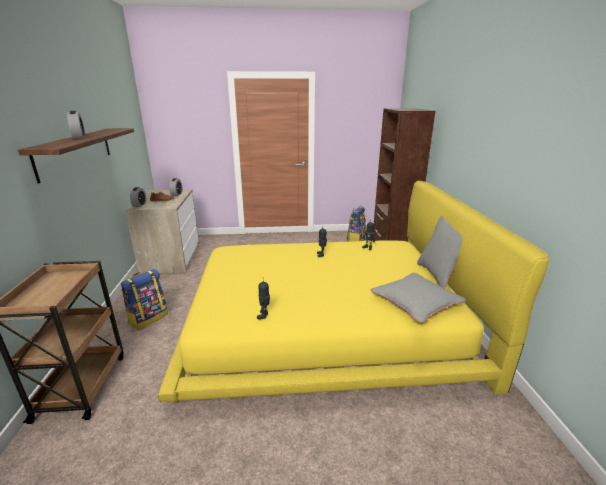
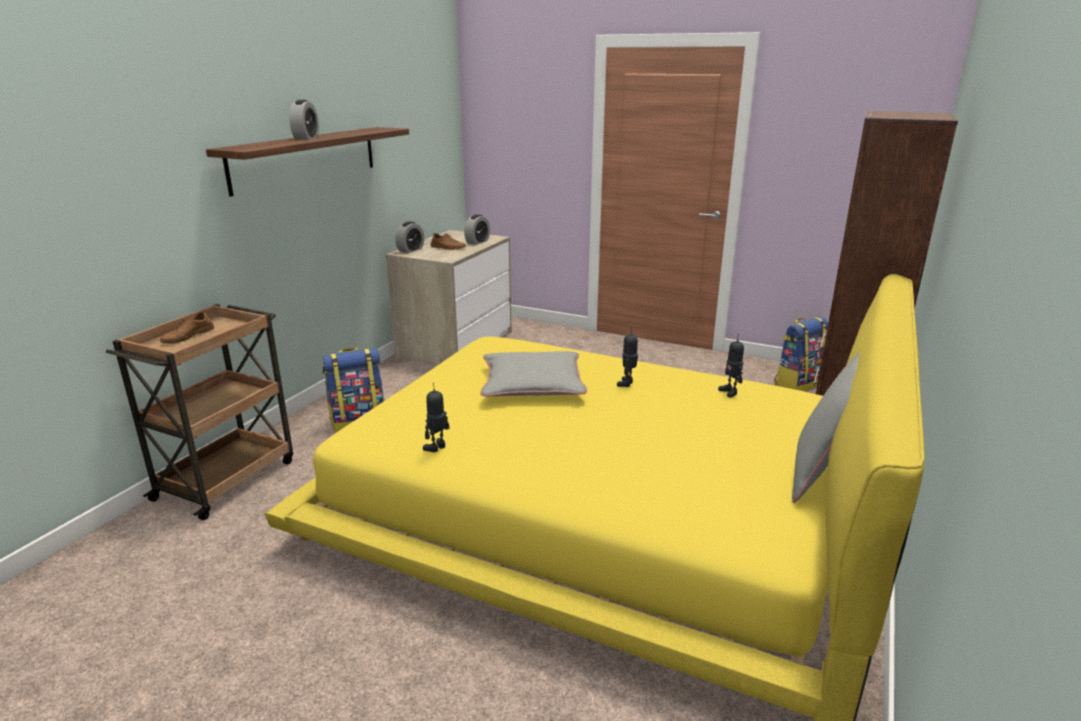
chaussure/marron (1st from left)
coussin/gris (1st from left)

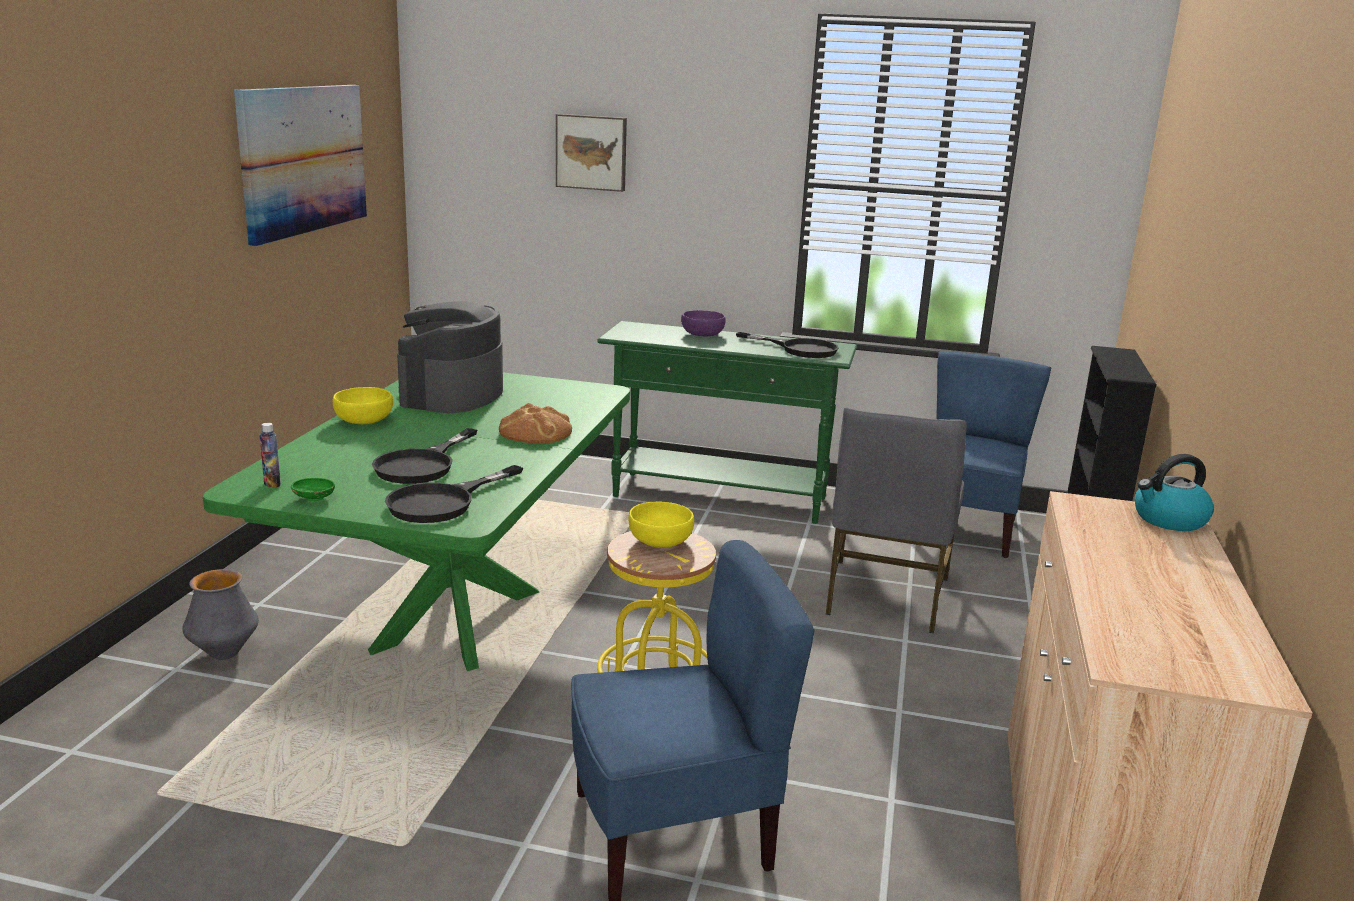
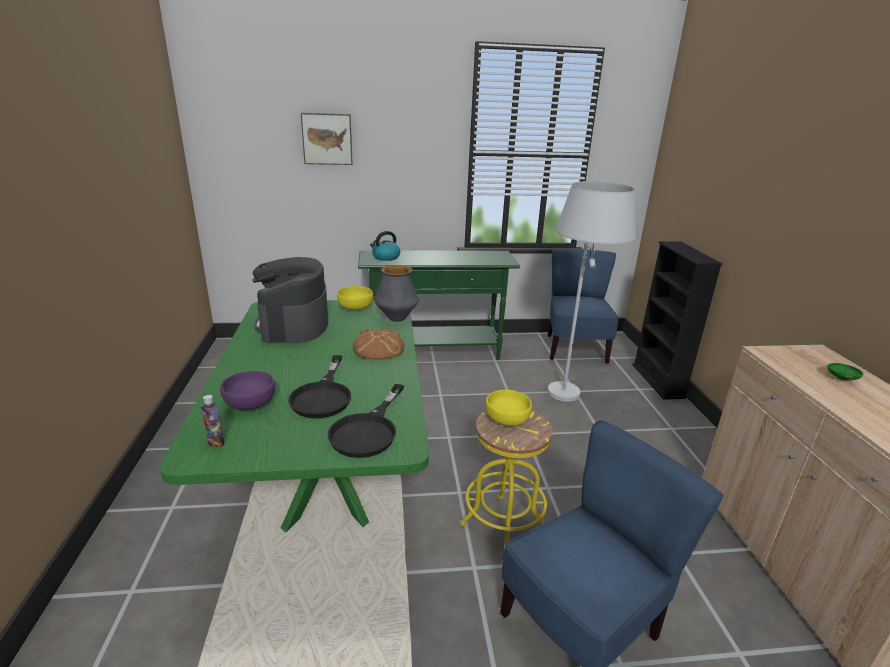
bol/violet
bol/jaune (1st from left)
bouilloire
vase
lampadaire/blanc
bol/vert
tableau (1st from left in the first image)
poêle/noir (3rd from left in the first image)

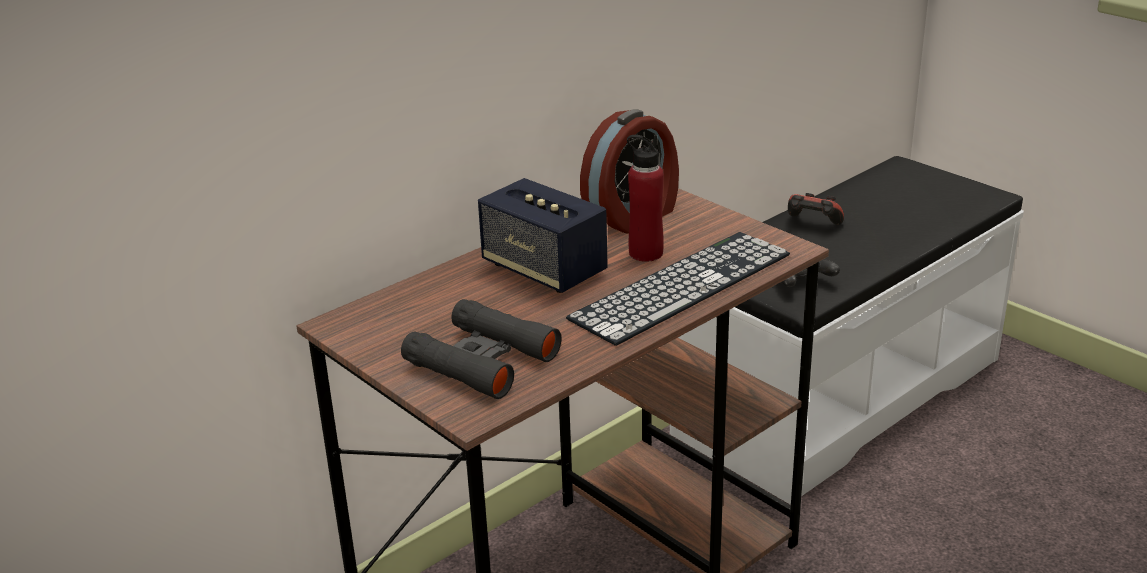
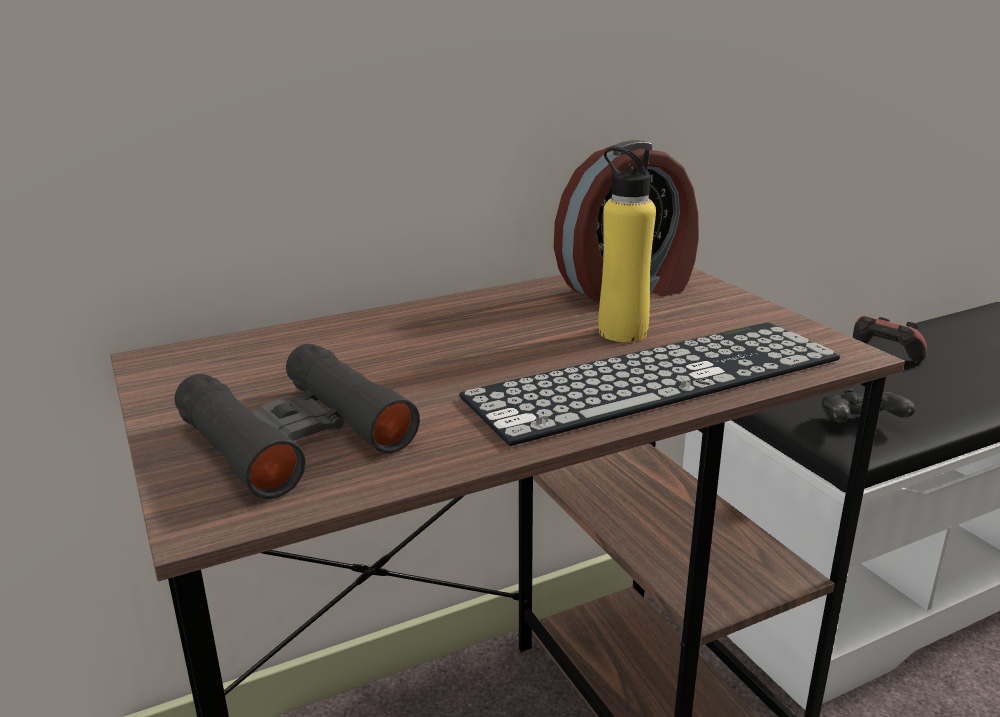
bouteille/jaune
enceinte

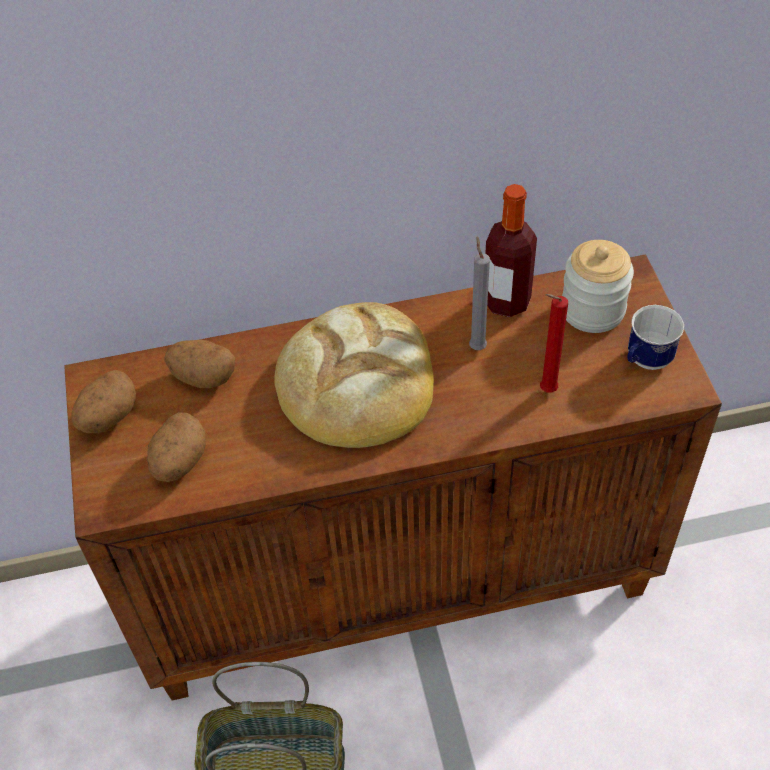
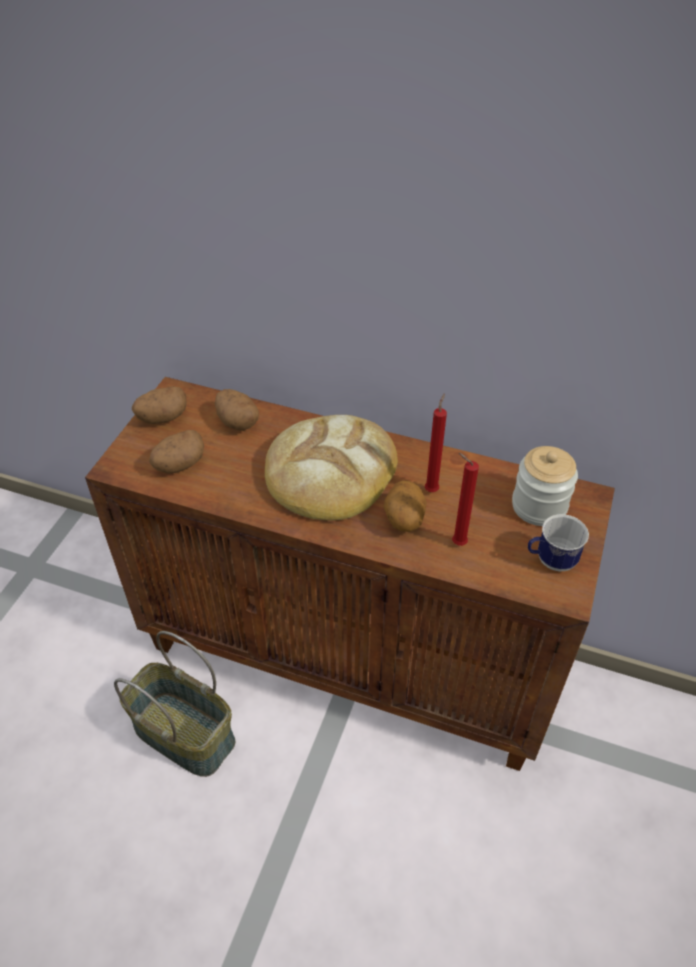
pomme de terre (4th from left)
bougie/rouge (1st from left)
bouteille

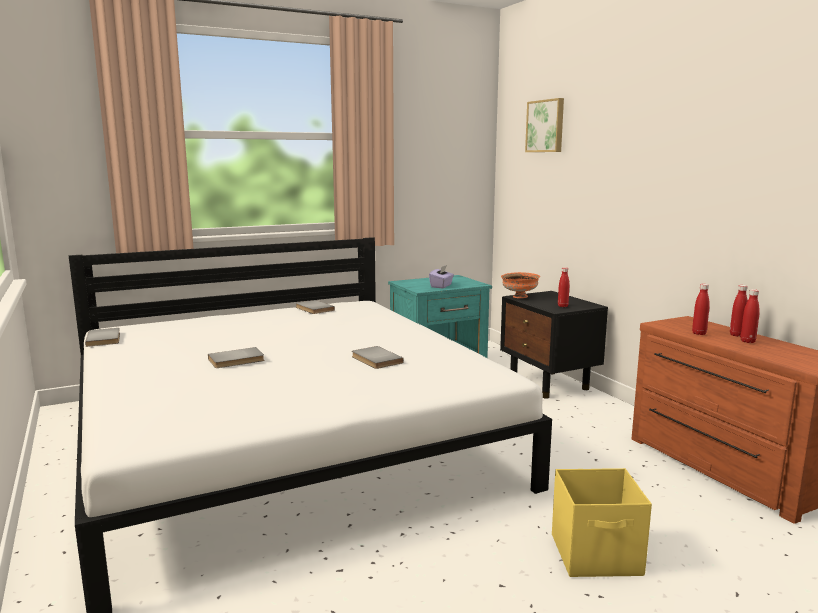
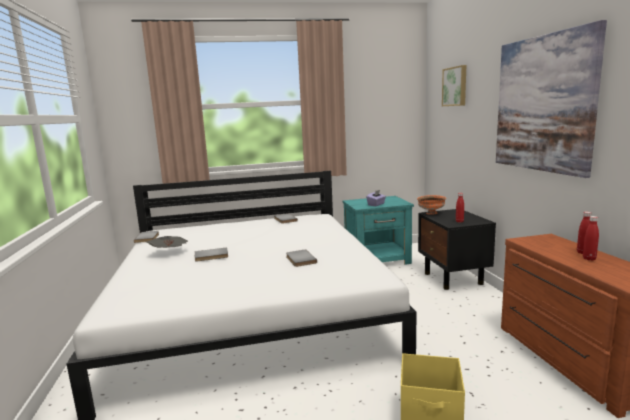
journal
tableau (2nd from left)
bouteille/rouge (2nd from left in the first image)

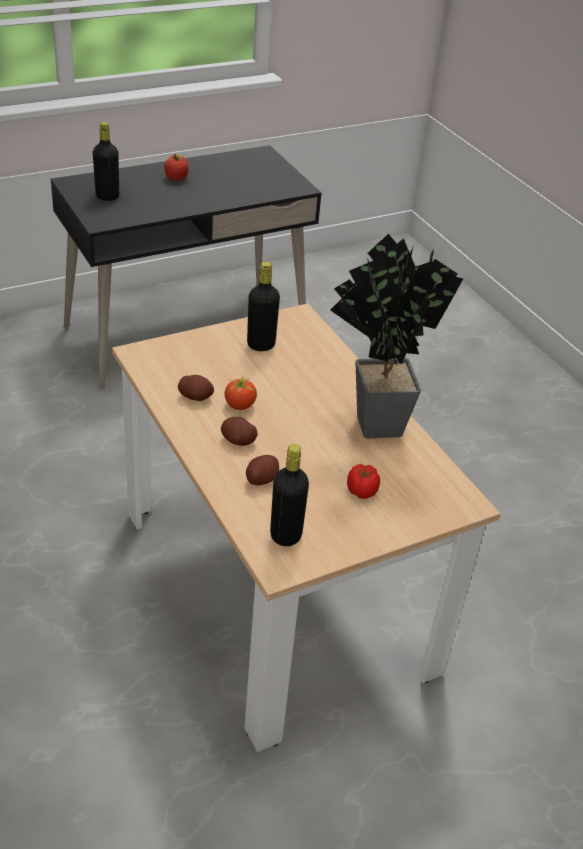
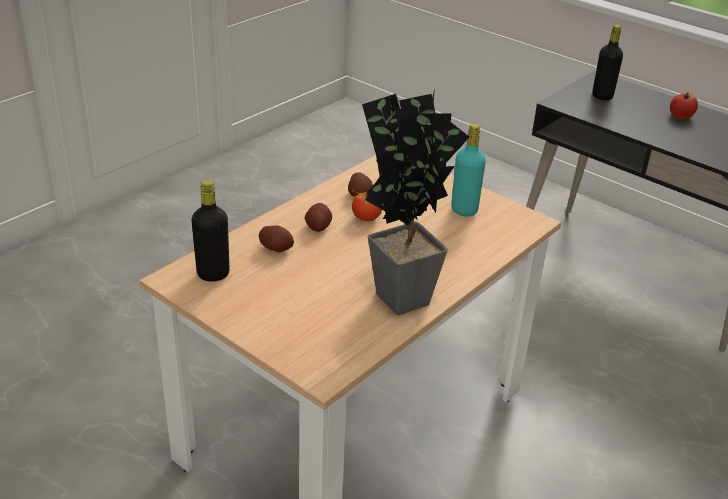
bouteille/turquoise
tomate (2nd from left in the first image)

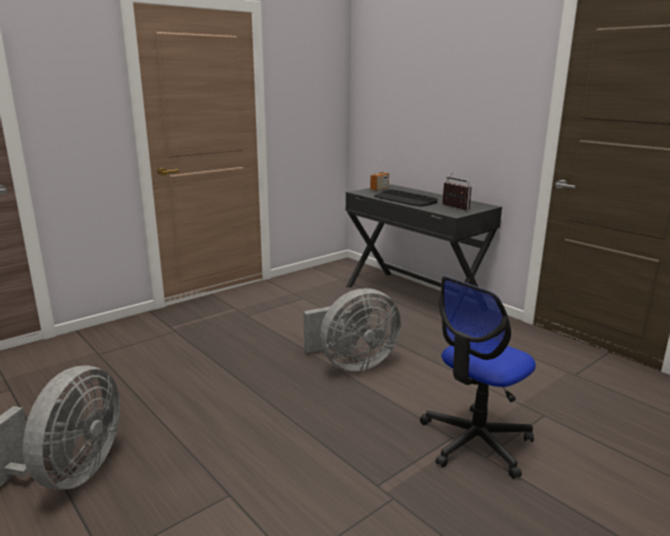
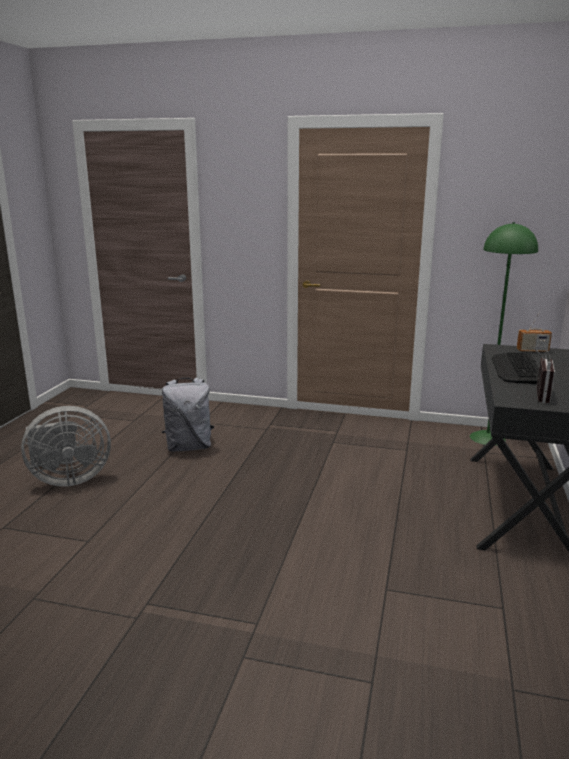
sac à dos/gris
lampadaire/vert
ventilateur/gris (2nd from left in the first image)
chaise de bureau

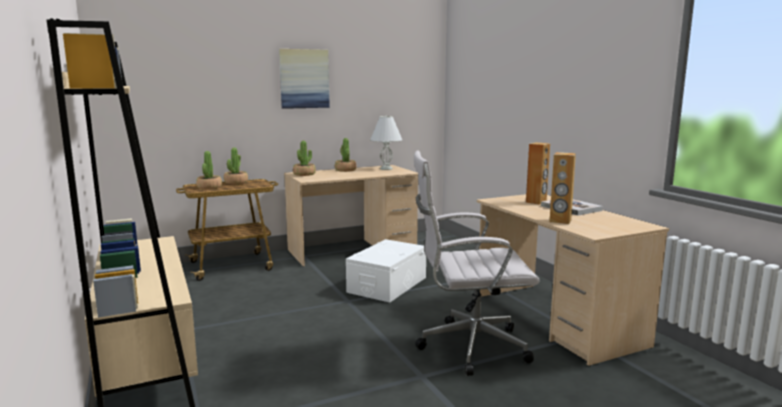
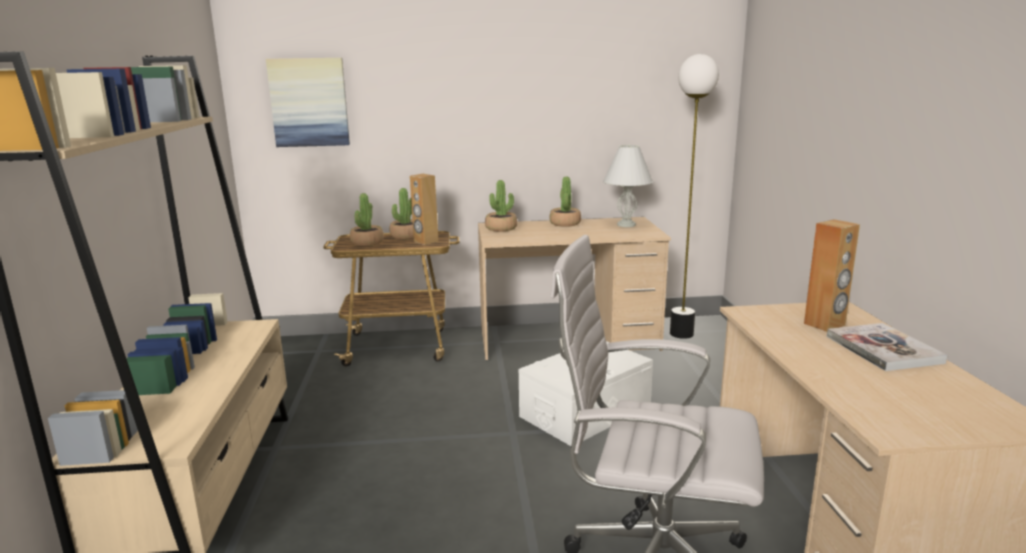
tableau
enceinte/marron (1st from left)
lampadaire

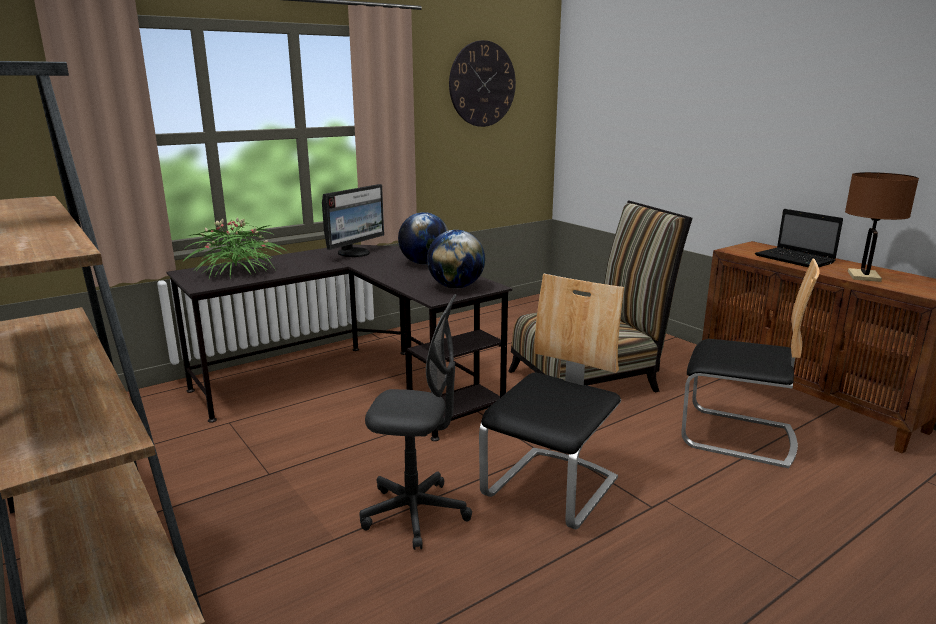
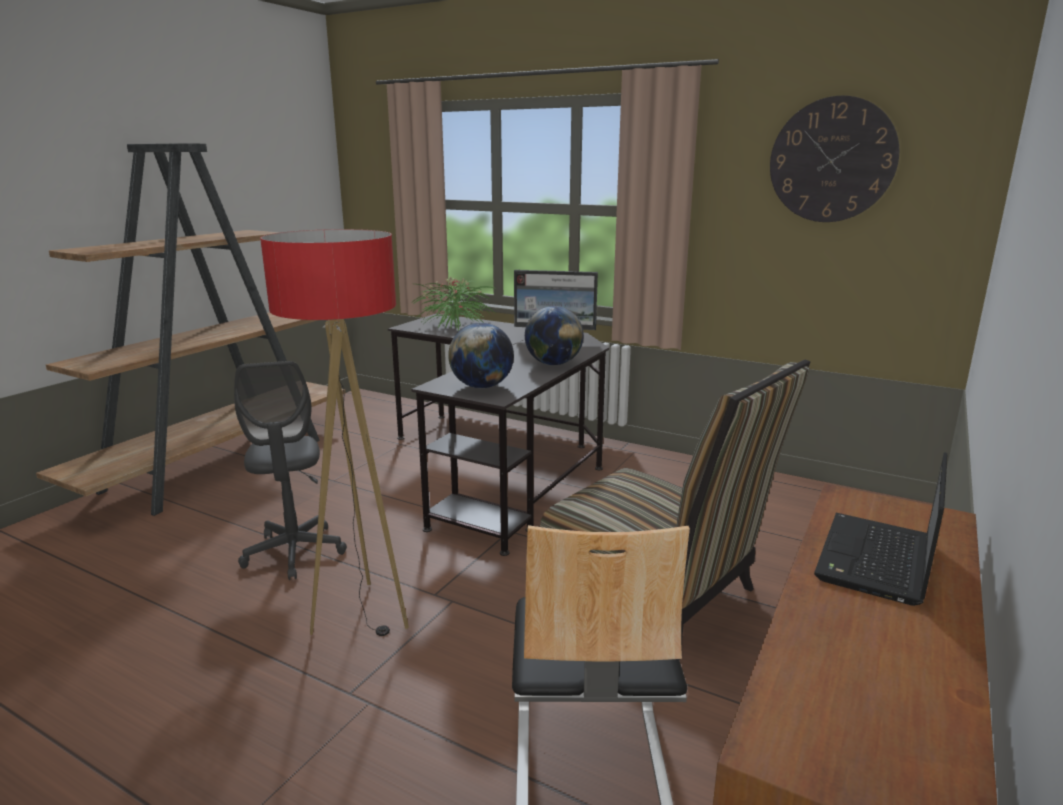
lampadaire
lampe de table/marron

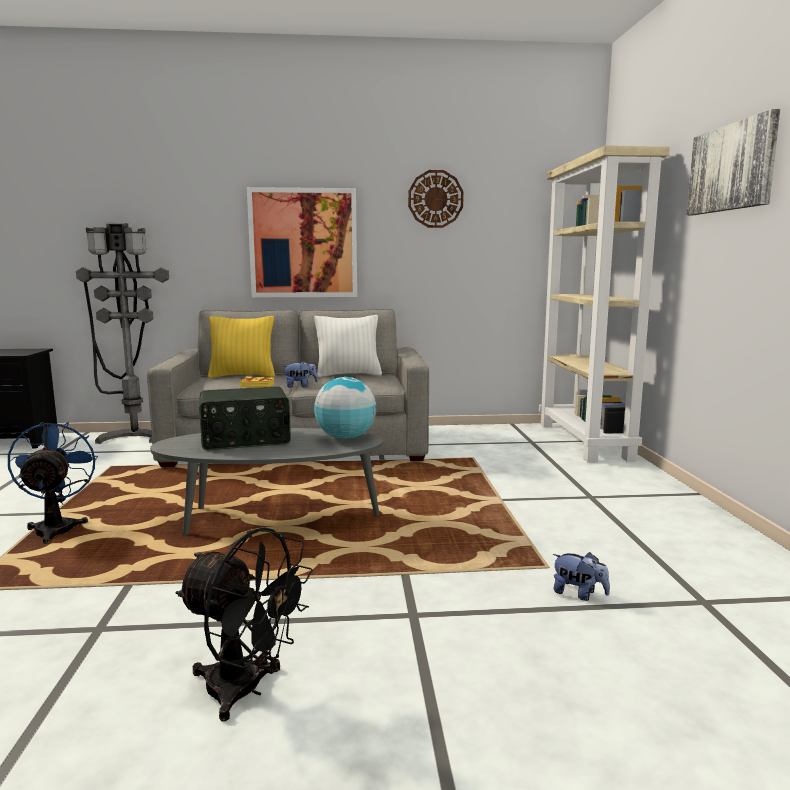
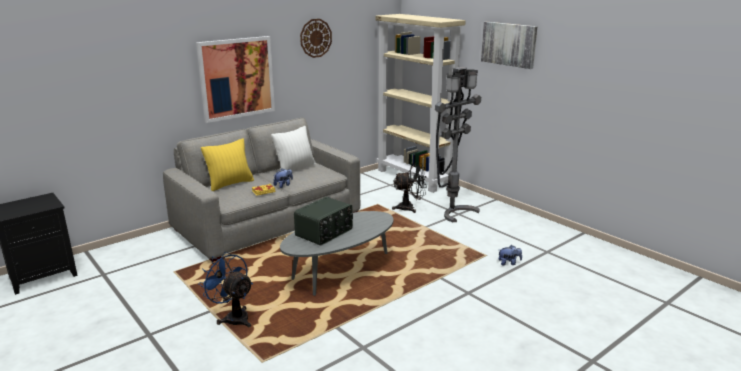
ventilateur/noir
lampadaire/gris
globe

